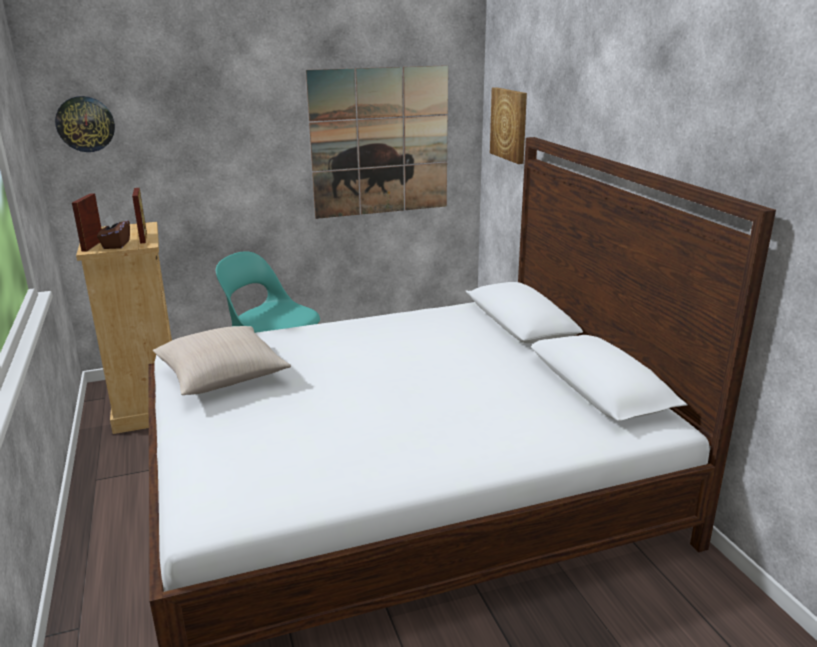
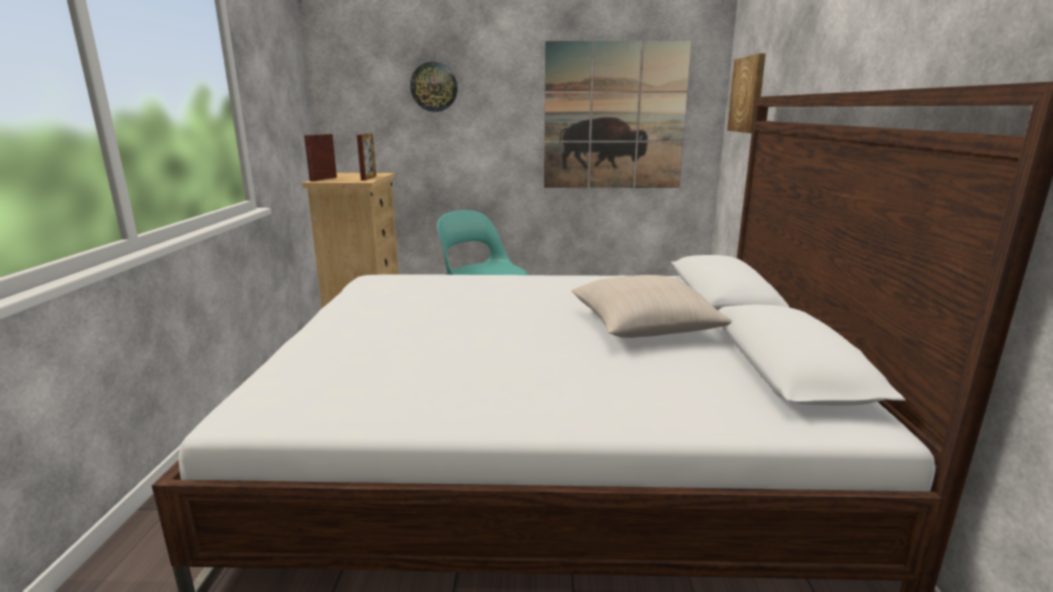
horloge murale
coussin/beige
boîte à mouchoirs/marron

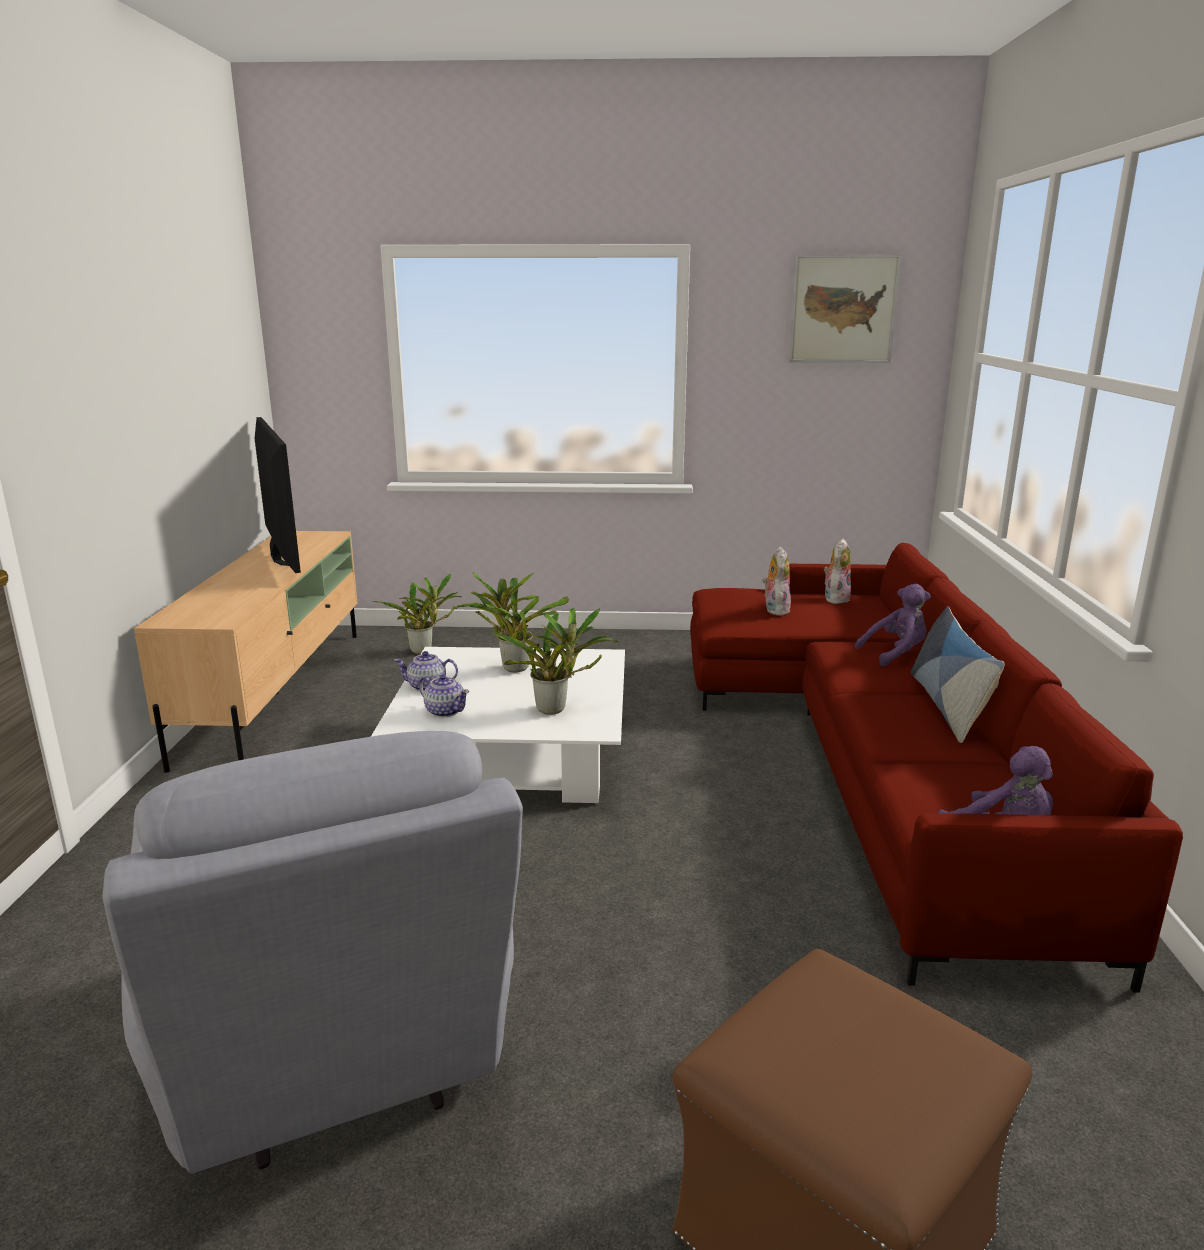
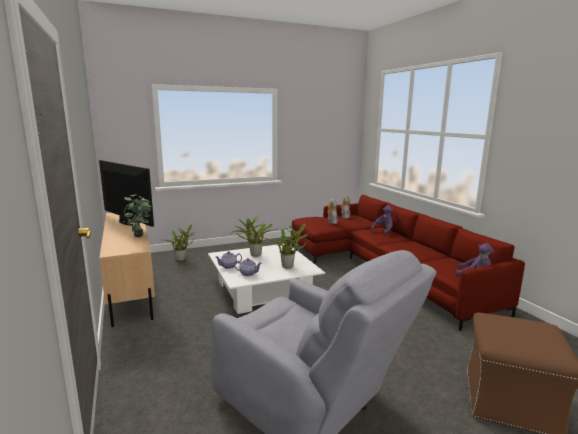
plante en pot (1st from left)
tableau
coussin

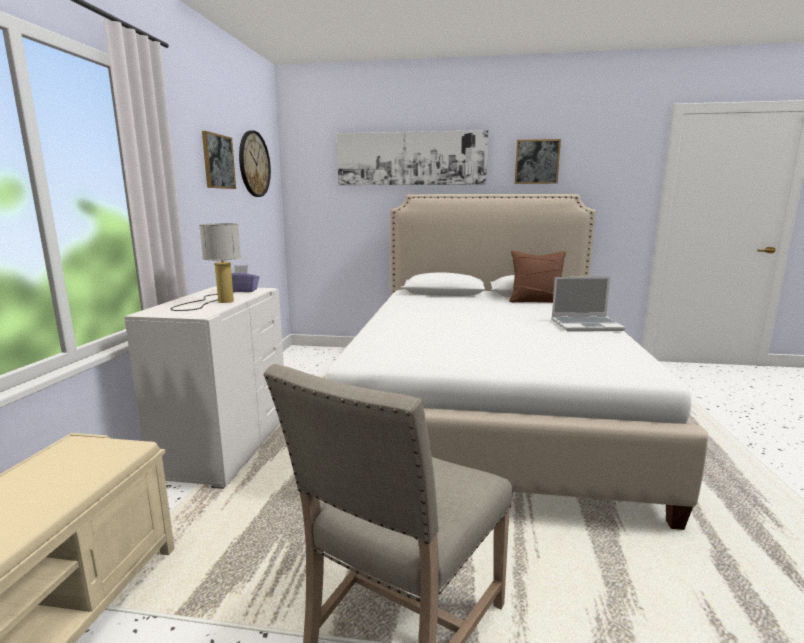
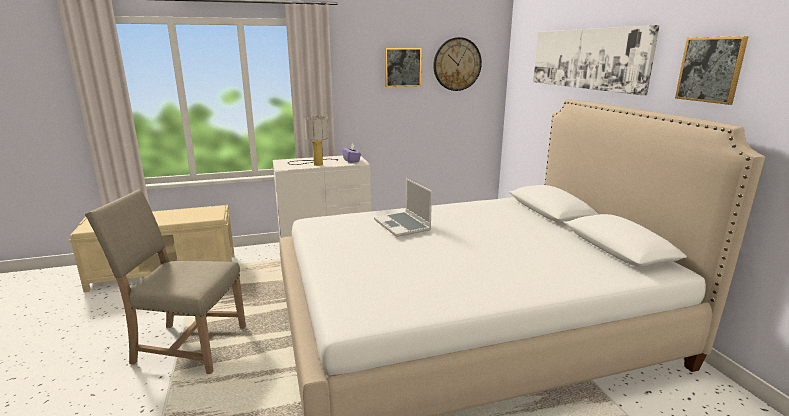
ordinateur portable
coussin/marron

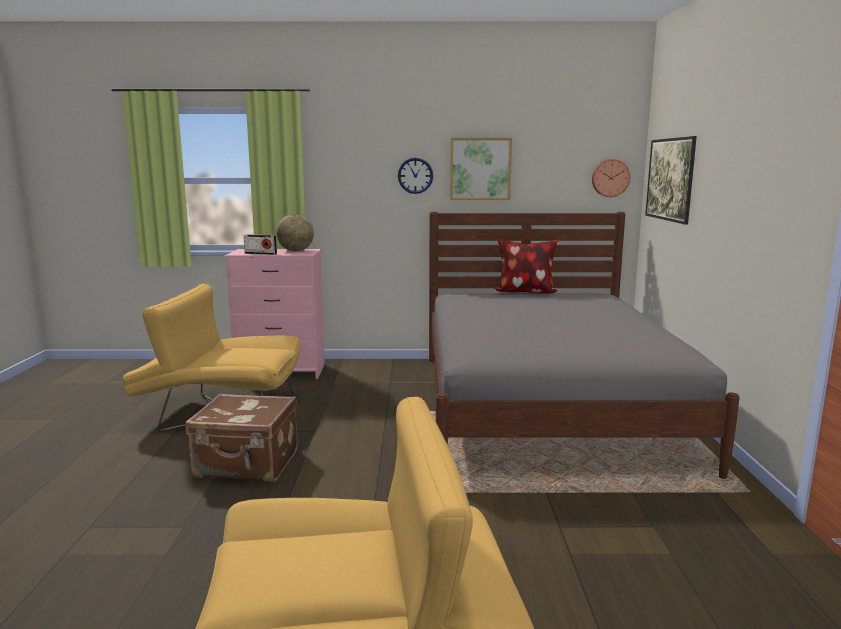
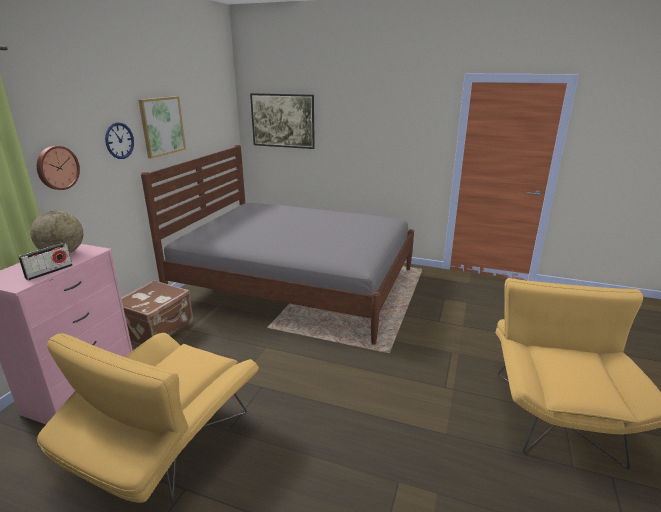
horloge murale (1st from left)
valise/marron
coussin

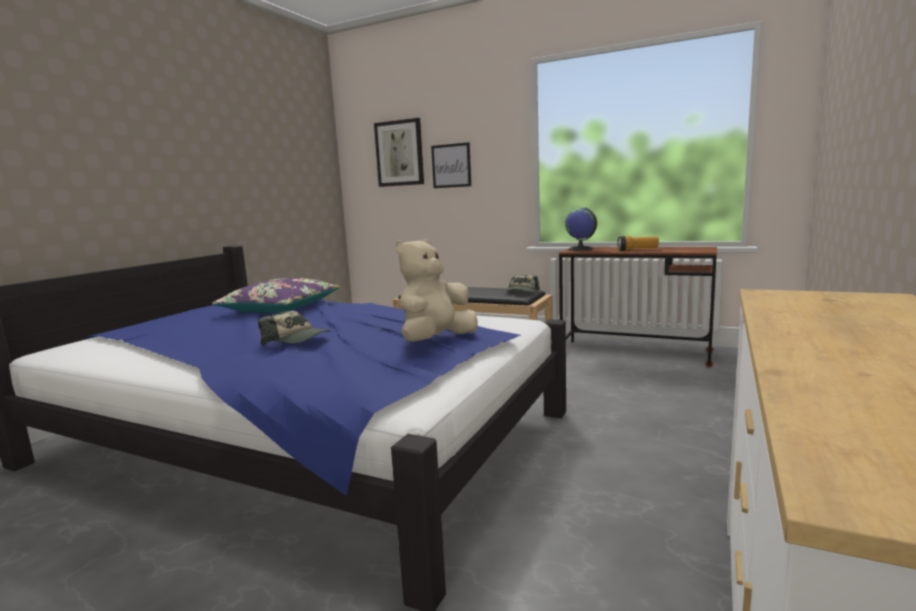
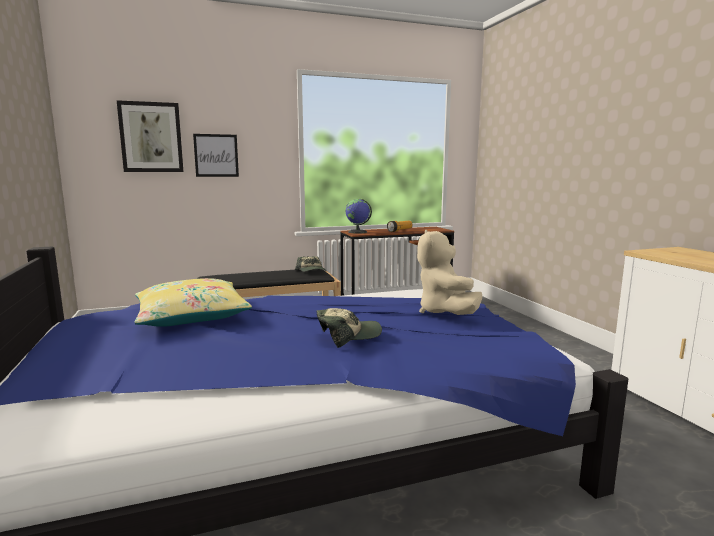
coussin/jaune

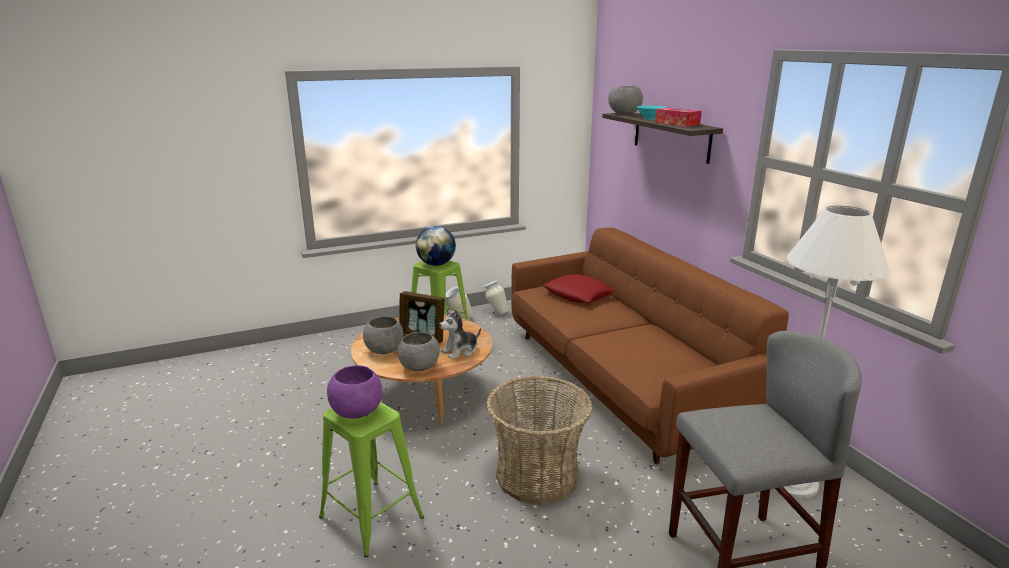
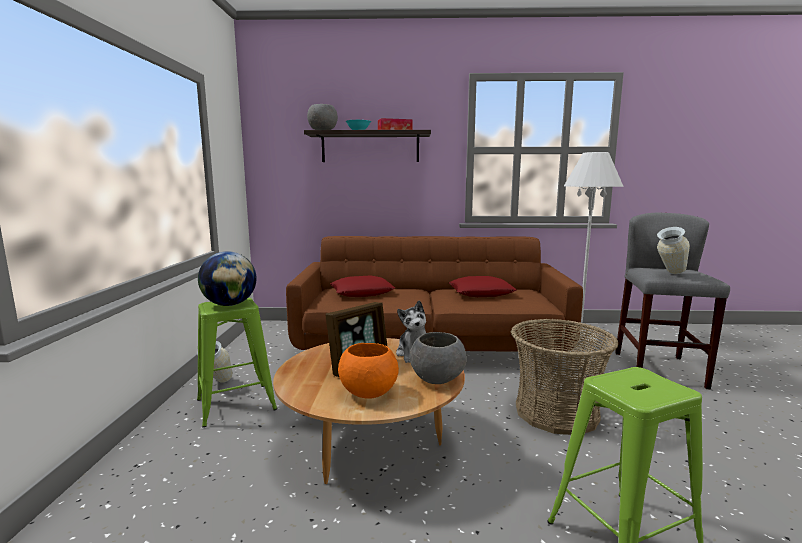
bol/orange
coussin/rouge (2nd from left)
vase (2nd from left)
bol/violet

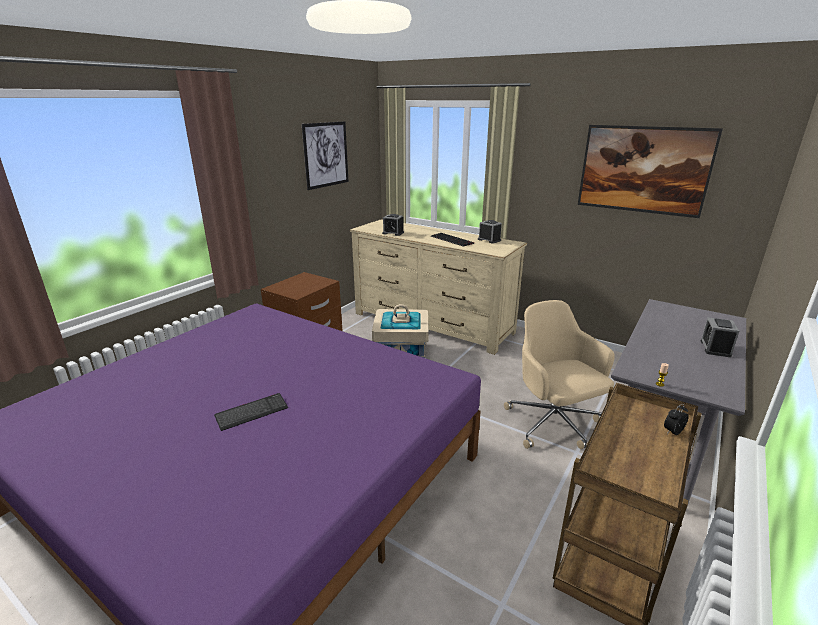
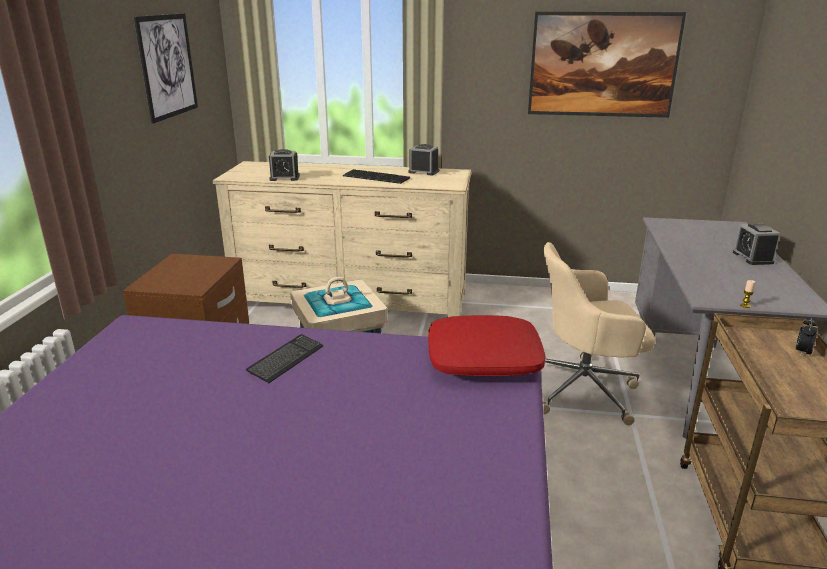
clavier (1st from left)
coussin/rouge
chaise de bureau/beige

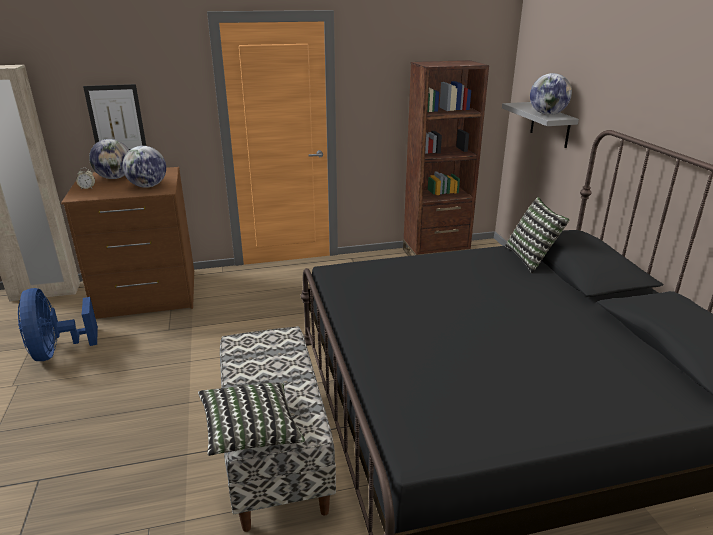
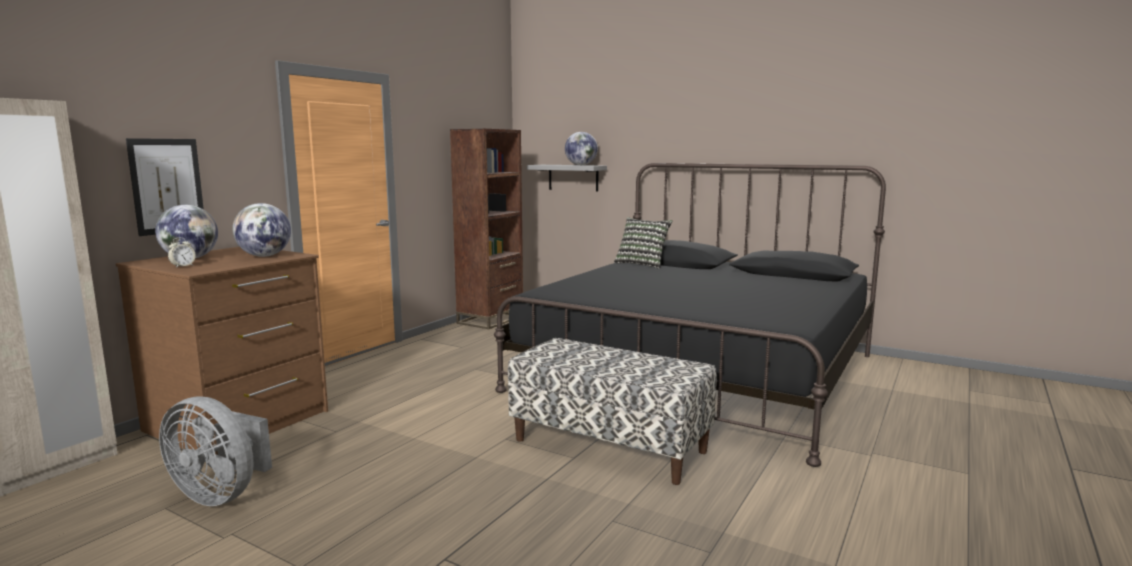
ventilateur/gris
coussin (1st from left in the first image)

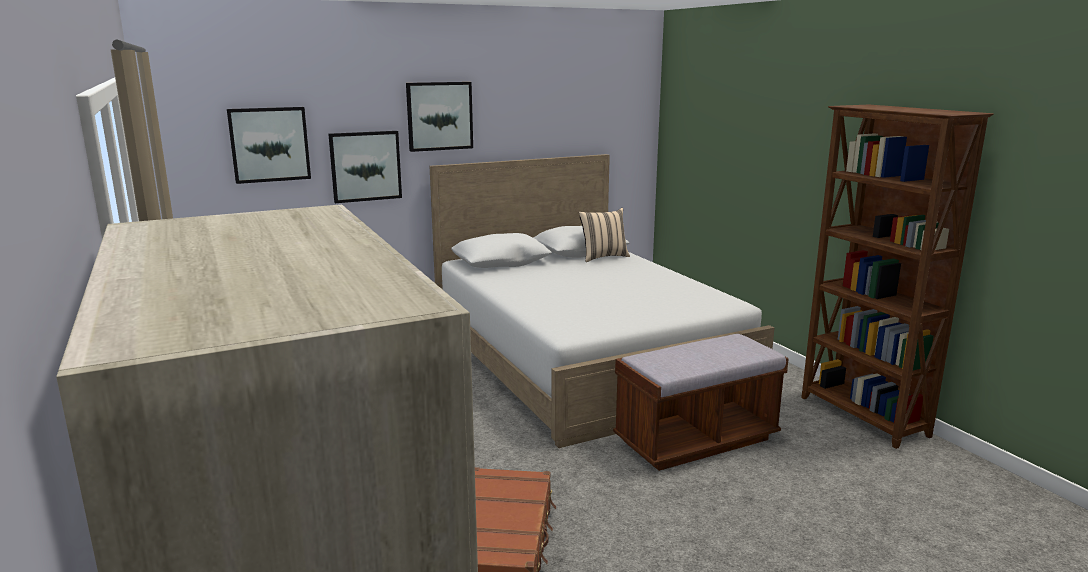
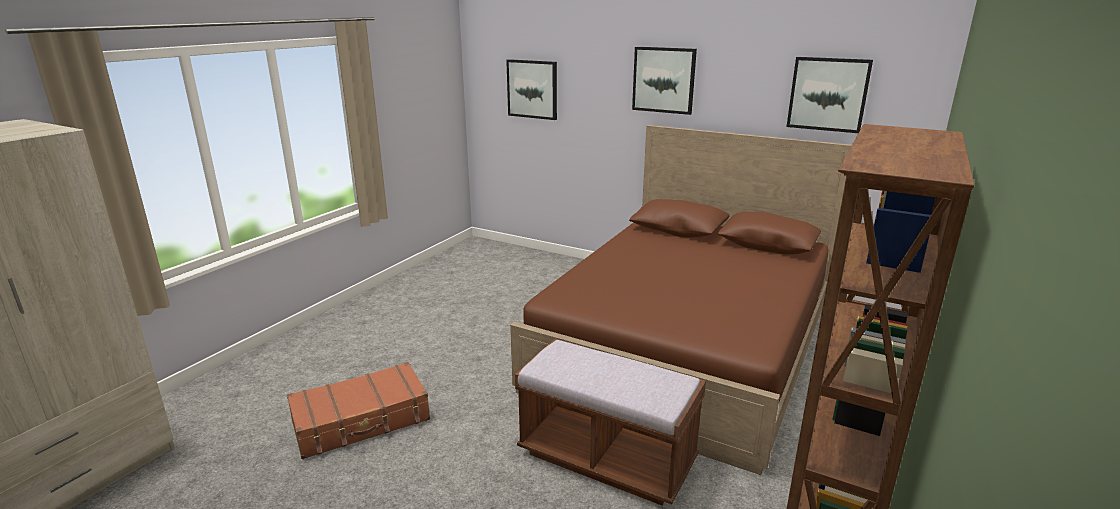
lit/marron
tableau (3rd from left)
coussin/beige

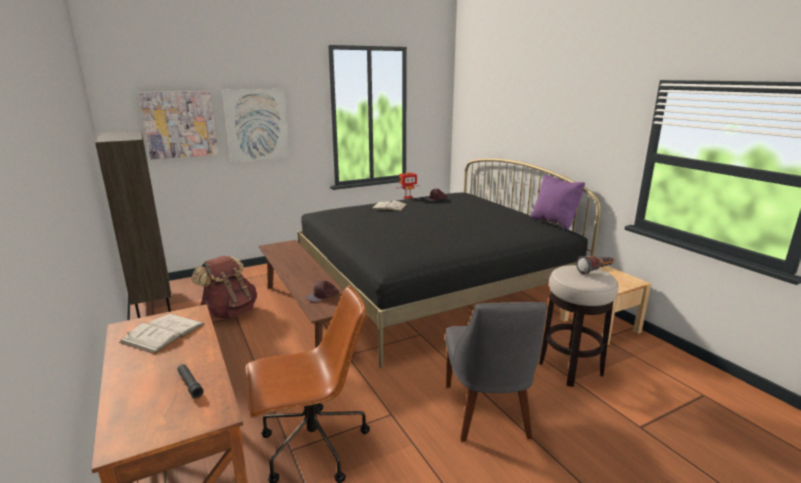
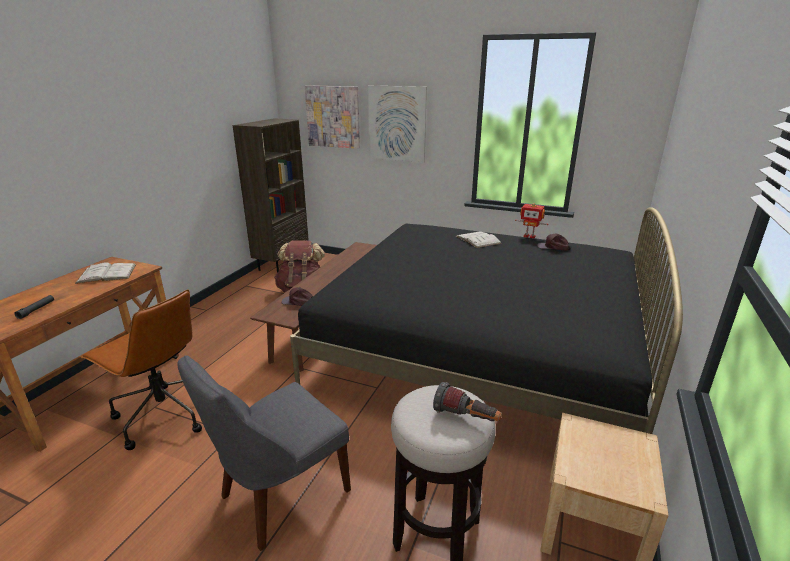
coussin/violet

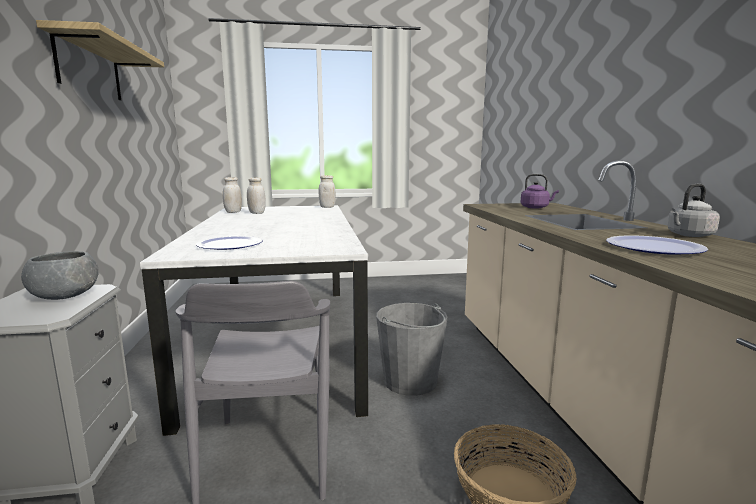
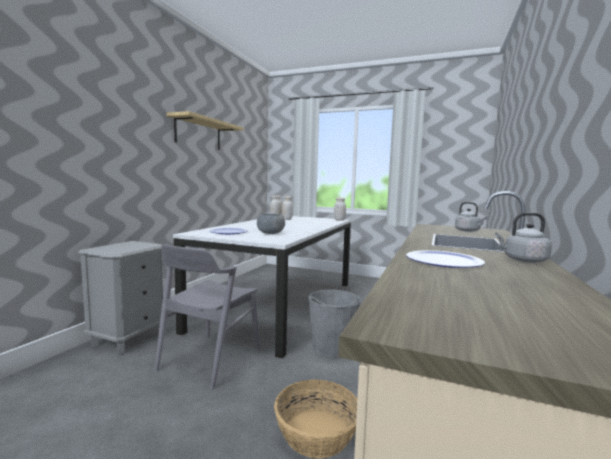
bol/gris
bouilloire/gris (1st from left)

